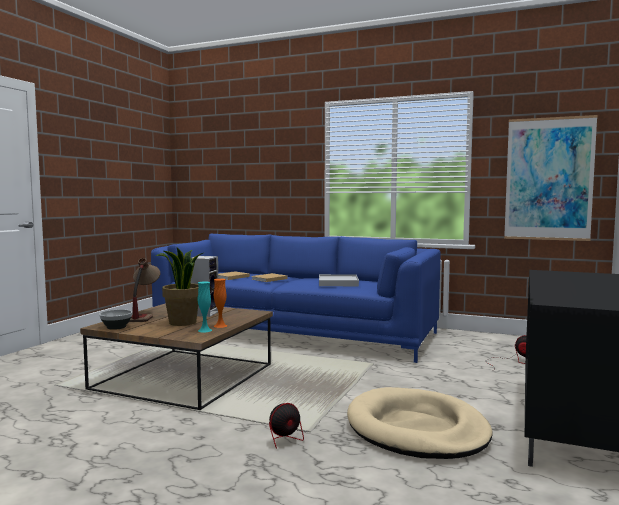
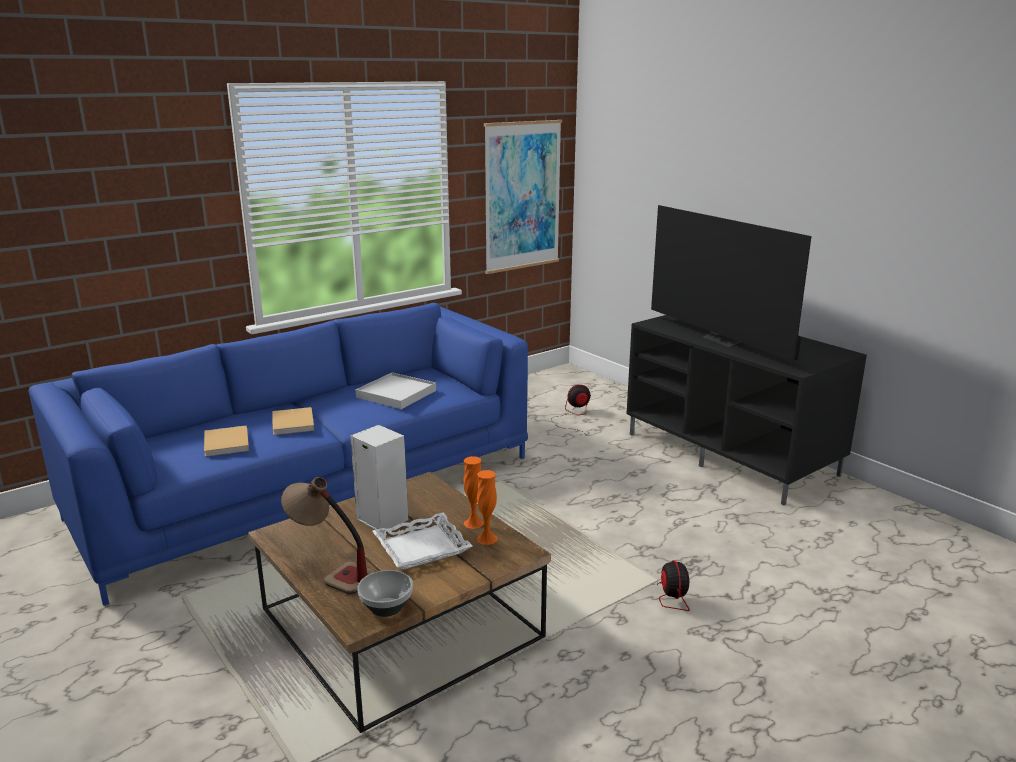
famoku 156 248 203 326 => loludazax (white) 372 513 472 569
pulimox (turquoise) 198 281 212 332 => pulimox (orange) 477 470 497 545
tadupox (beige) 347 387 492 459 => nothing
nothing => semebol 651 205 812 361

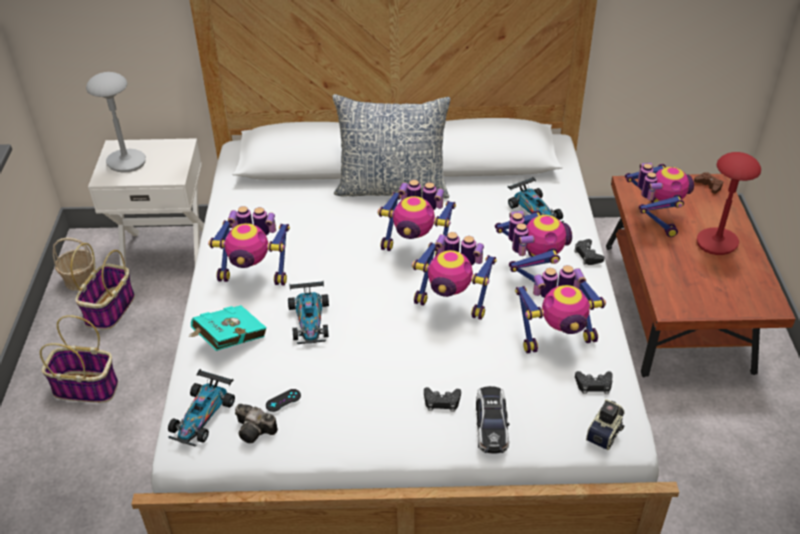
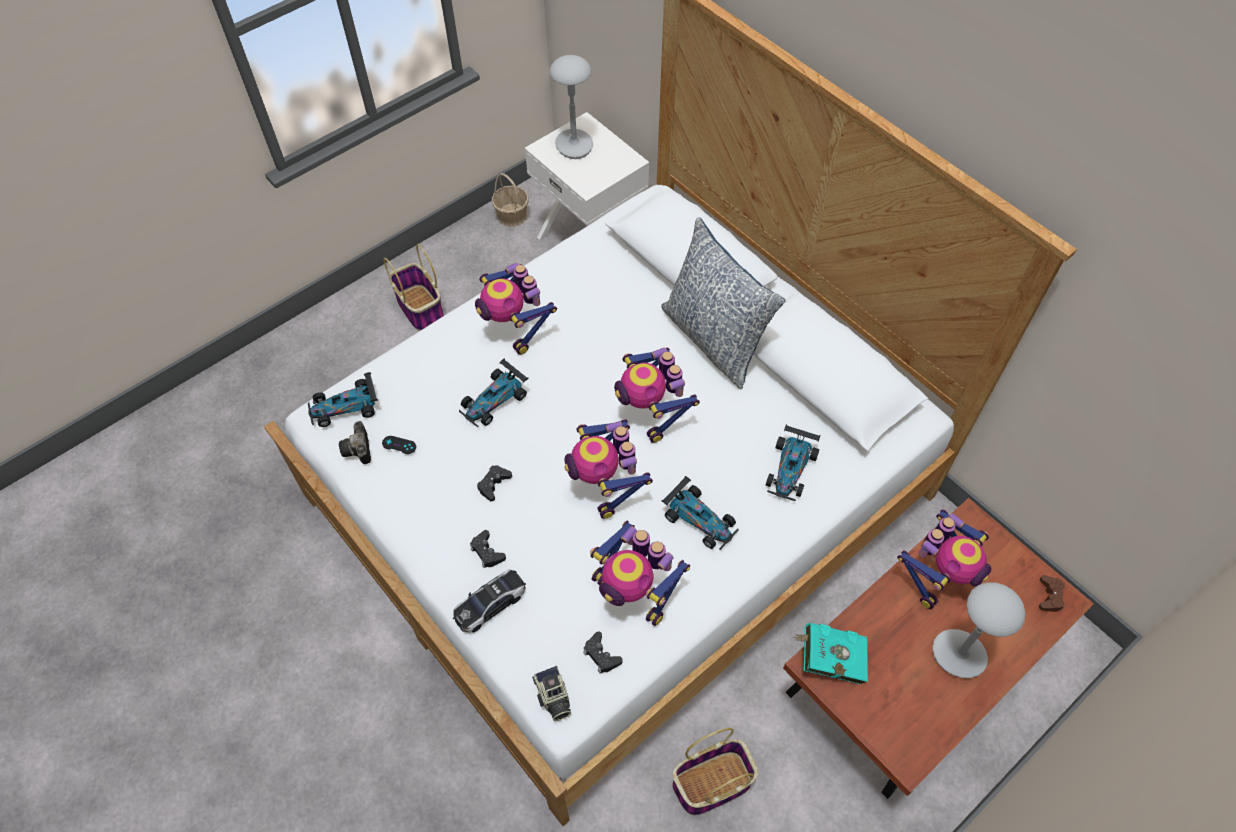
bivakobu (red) 697 152 761 255 => bivakobu (grey) 932 582 1026 678
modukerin 495 210 572 282 => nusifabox 661 476 739 550
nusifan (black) 574 239 605 265 => nusifan (black) 477 465 512 501, relocated
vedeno 71 243 135 329 => vedeno 672 728 758 815, relocated
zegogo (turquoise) 189 305 267 351 => zegogo (turquoise) 794 623 868 684, relocated
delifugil 586 399 624 450 => delifugil 532 666 571 721, 75 degrees clockwise

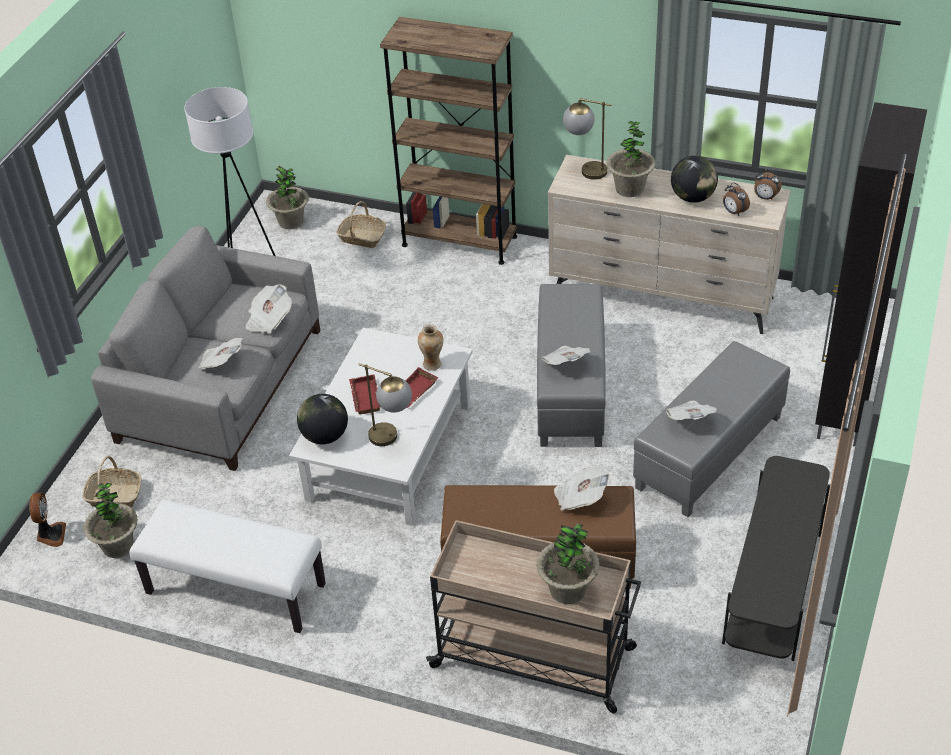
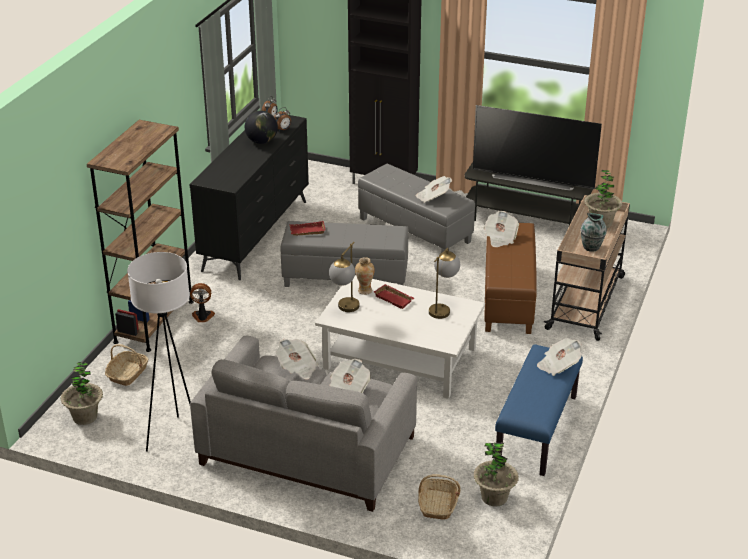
bivakobu 563 98 611 180 => bivakobu 329 242 359 312, relocated
famoku 606 121 656 197 => nothing
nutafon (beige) 548 155 791 334 => nutafon (black) 189 115 309 280
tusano 541 346 591 365 => tusano 537 338 582 376, relocated
loludazax (red) 349 374 381 414 => loludazax (red) 289 221 326 236, relocated
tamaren 297 394 348 444 => nothing
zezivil 29 493 66 547 => zezivil 190 283 215 322, relocated
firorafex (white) 129 500 326 633 => firorafex (blue) 495 344 583 476
nothing => semebol 473 105 602 191
nothing => pulimox 580 213 607 252

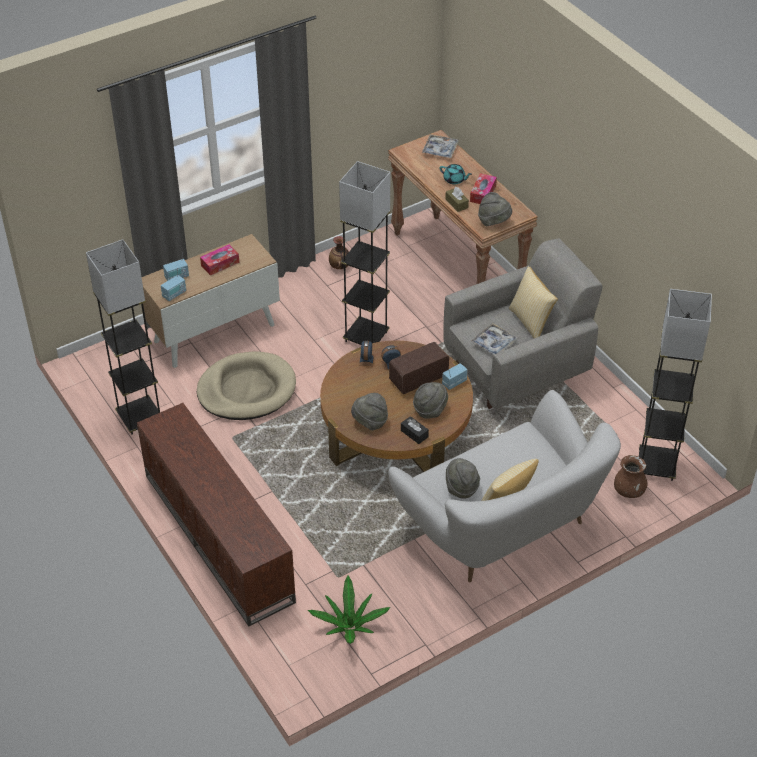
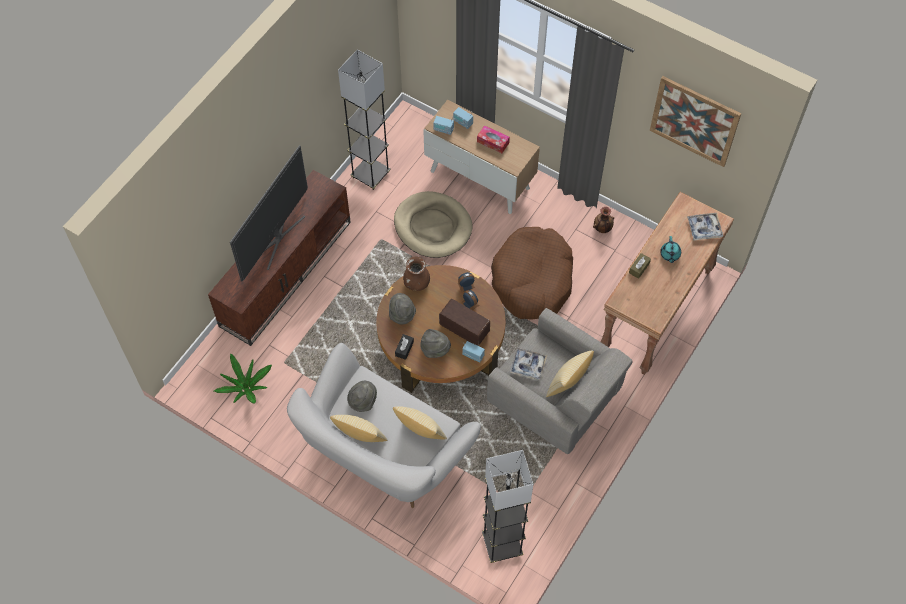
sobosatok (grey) 339 161 390 345 => tadupox (brown) 491 227 573 320
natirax 470 173 497 204 => nothing
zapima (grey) 478 192 512 226 => nothing
pulimox (brown) 614 455 648 498 => pulimox (brown) 403 256 430 291, relocated
nothing => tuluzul 650 76 741 167
nothing => semebol 230 145 308 281
nothing => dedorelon 393 406 447 439

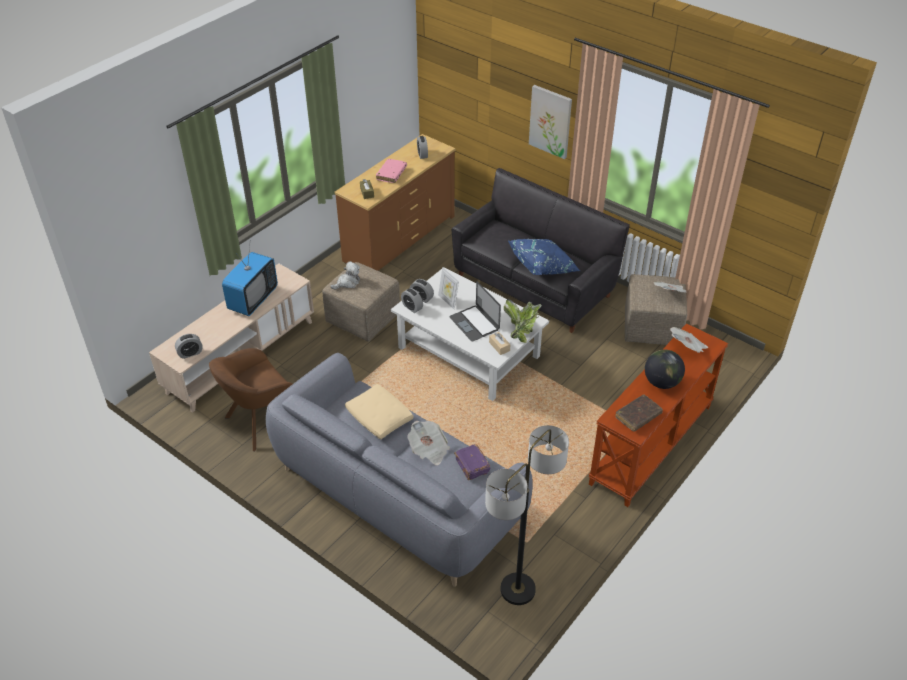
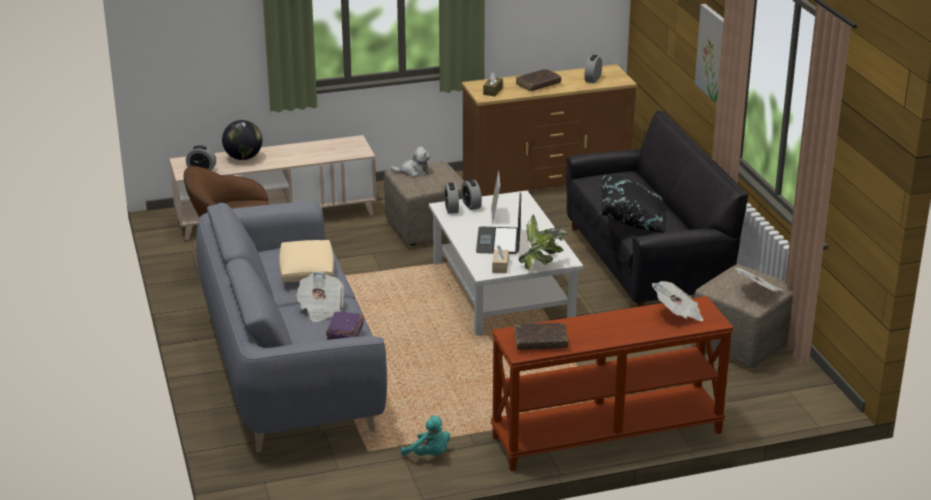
zegogo (pink) 376 159 407 183 => zegogo (brown) 516 69 561 91
dedorelon (blue) 508 239 580 275 => dedorelon (black) 602 175 666 233
semebol 222 245 278 316 => nothing
tamaren 645 350 685 389 => tamaren 222 120 262 160, relocated
sobosatok 485 425 569 605 => nothing
nothing => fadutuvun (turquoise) 401 416 450 456

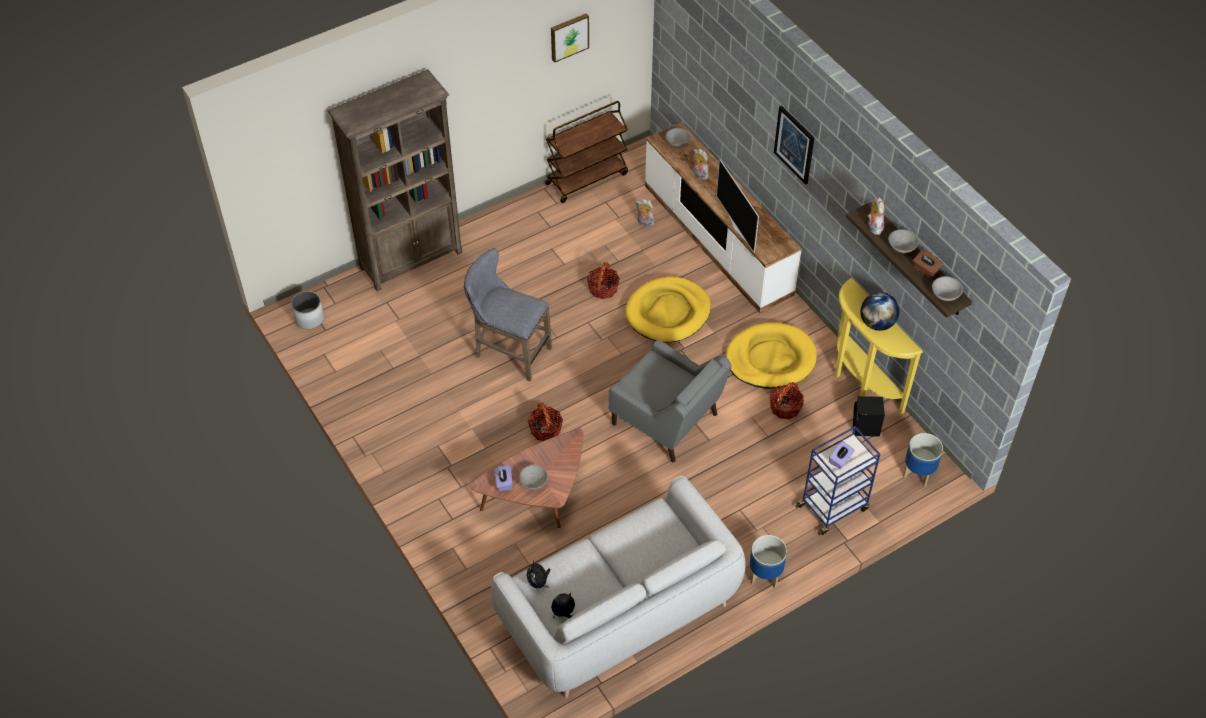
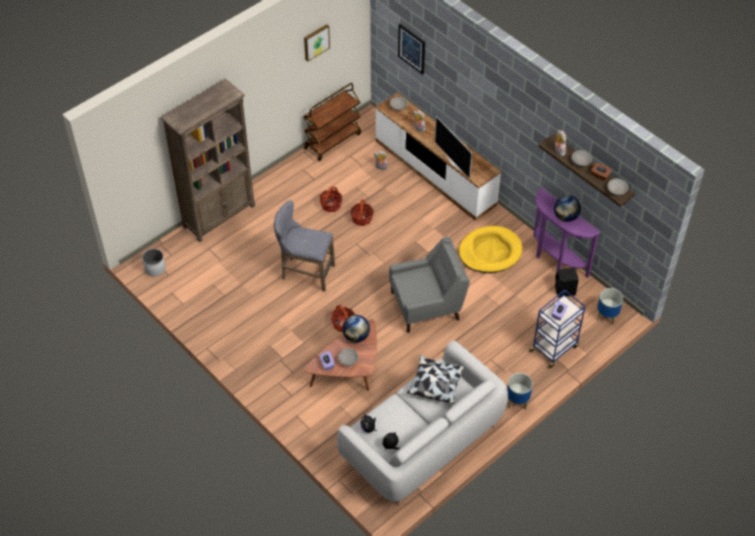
tuluzul 774 105 815 185 => tuluzul 398 24 425 75, relocated
tadupox (yellow) 625 277 711 342 => nothing
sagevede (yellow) 835 278 923 414 => sagevede (purple) 533 188 600 278
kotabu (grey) 609 340 732 462 => kotabu (grey) 389 237 470 333, 45 degrees counterclockwise
vedeno 770 382 804 419 => vedeno 319 186 342 212, relocated
nothing => tamaren 342 315 370 343
nothing => dedorelon 407 355 464 404

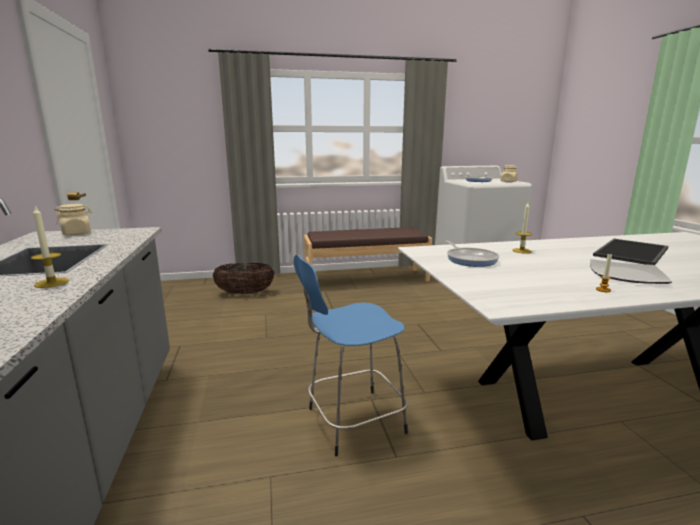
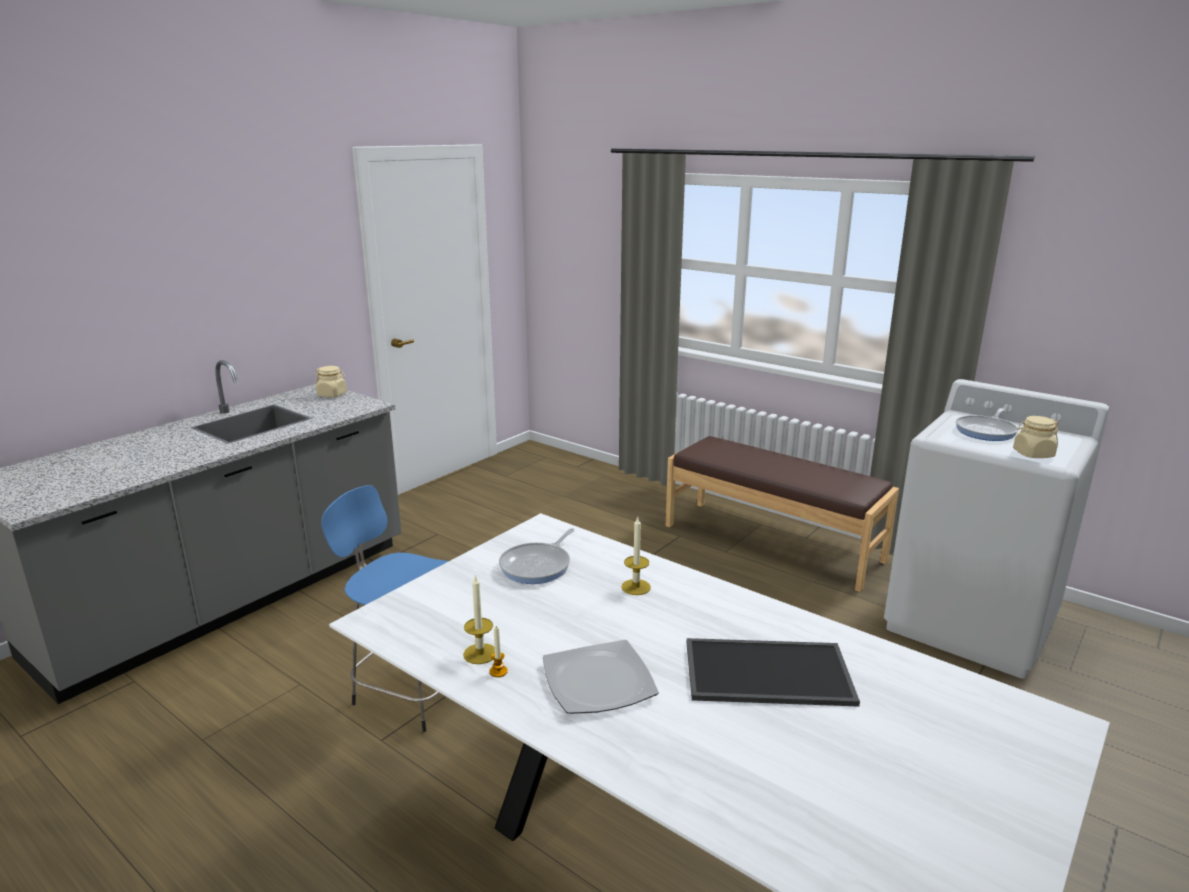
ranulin 31 206 69 288 => ranulin 463 575 495 664, relocated
vedeno 212 263 274 294 => nothing

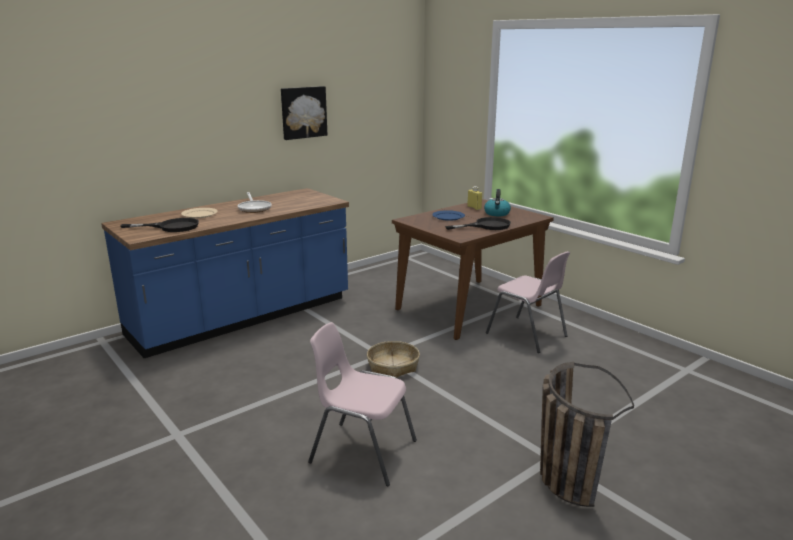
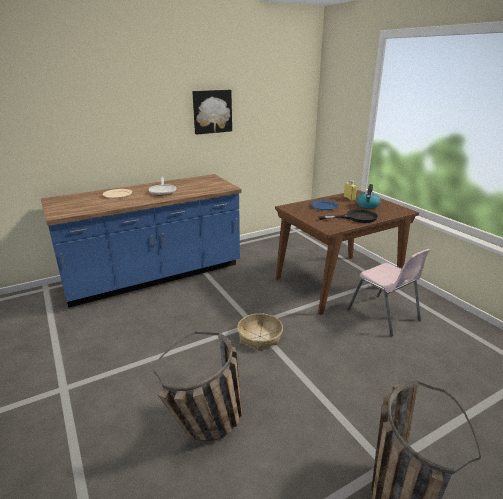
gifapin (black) 120 218 199 232 => nothing
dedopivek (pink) 308 322 417 486 => vedeno 153 332 242 441

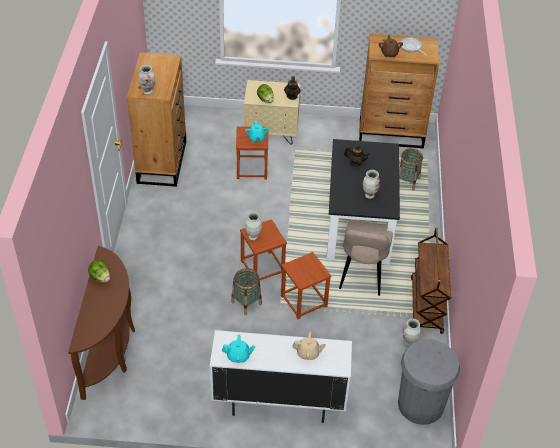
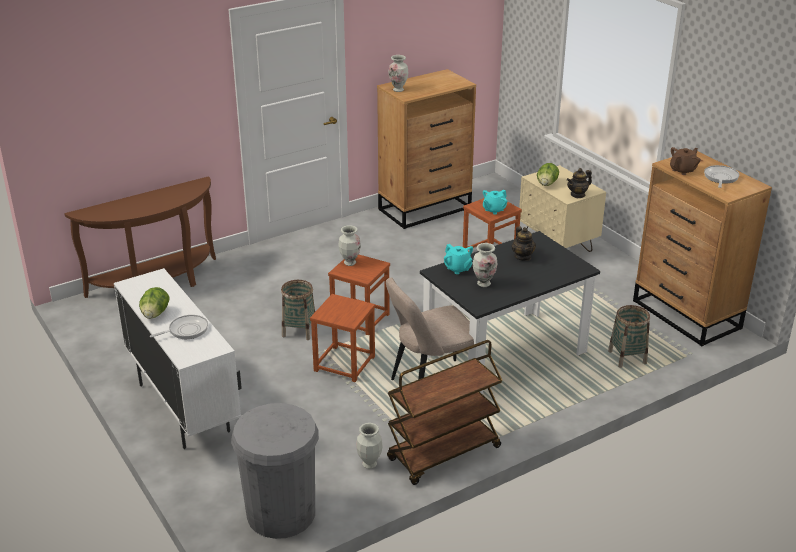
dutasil 88 259 110 282 => dutasil 139 287 170 319, relocated
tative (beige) 292 332 326 360 => gifapin 150 315 208 339
tative (turquoise) 222 334 255 363 => tative (turquoise) 444 244 473 274, relocated

